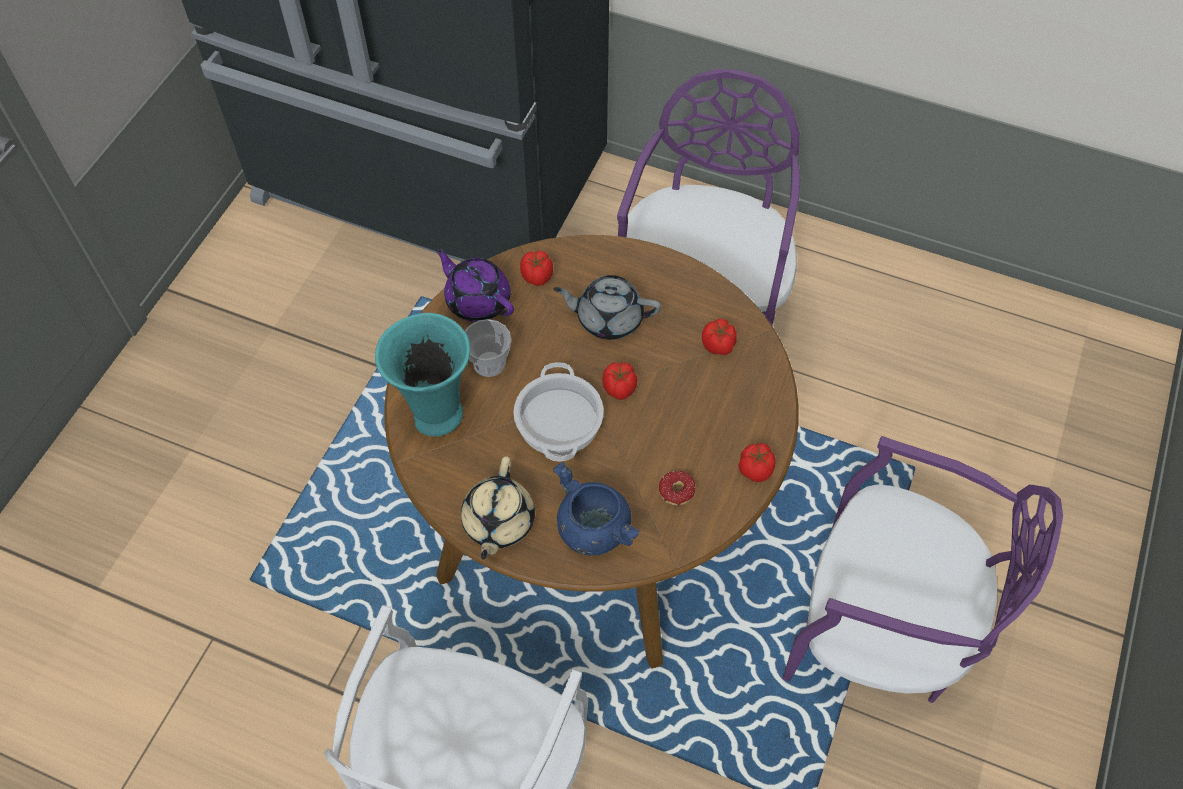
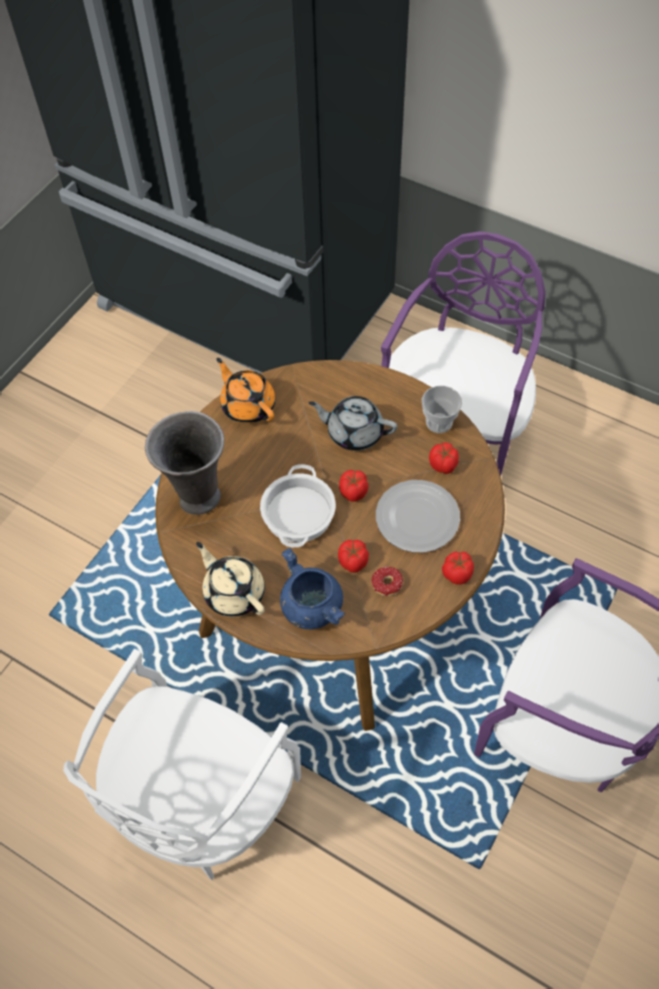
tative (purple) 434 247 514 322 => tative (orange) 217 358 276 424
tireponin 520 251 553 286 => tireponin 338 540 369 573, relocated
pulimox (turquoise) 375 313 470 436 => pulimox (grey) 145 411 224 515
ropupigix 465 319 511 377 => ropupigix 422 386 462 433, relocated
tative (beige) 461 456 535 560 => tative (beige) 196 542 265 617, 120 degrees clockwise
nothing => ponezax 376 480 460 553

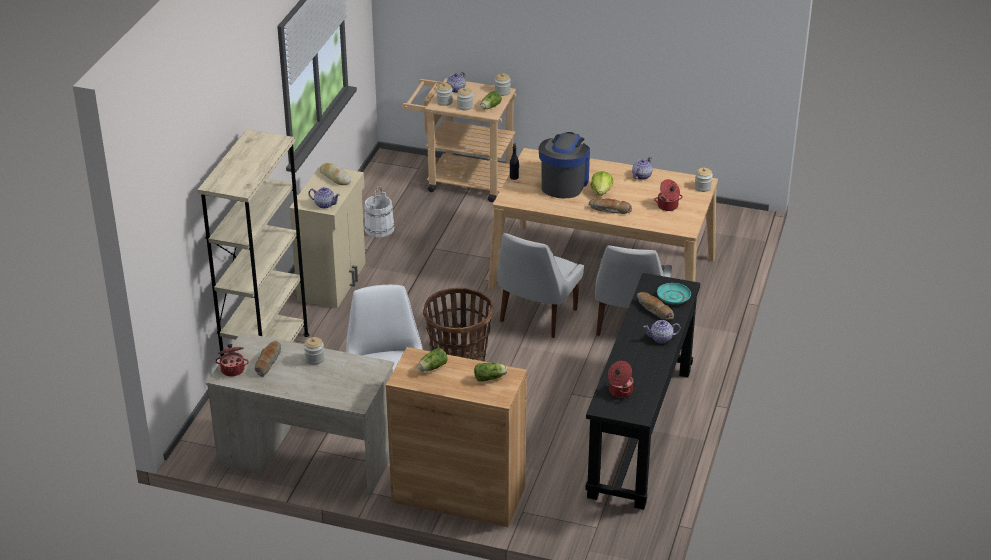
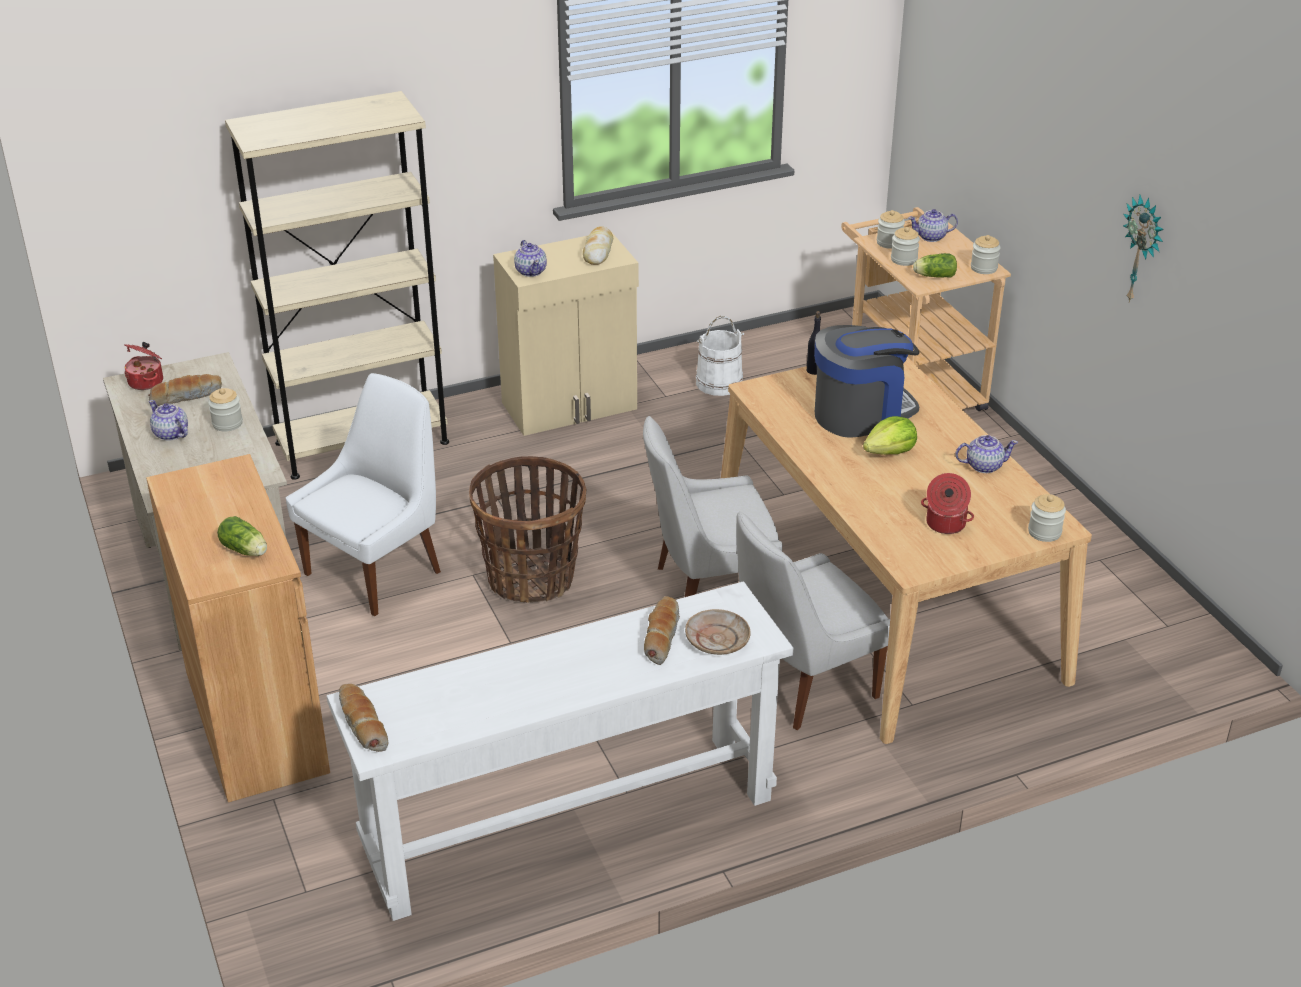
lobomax 589 198 632 214 => lobomax 339 684 388 752, relocated
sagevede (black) 585 273 700 510 => sagevede (white) 327 581 793 921
ponezax (turquoise) 657 283 691 304 => ponezax (beige) 685 609 751 655
tative 643 320 681 344 => tative 149 400 188 441, relocated
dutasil 417 348 448 372 => nothing
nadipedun 608 361 634 398 => nothing
nothing => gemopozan 1123 195 1164 303

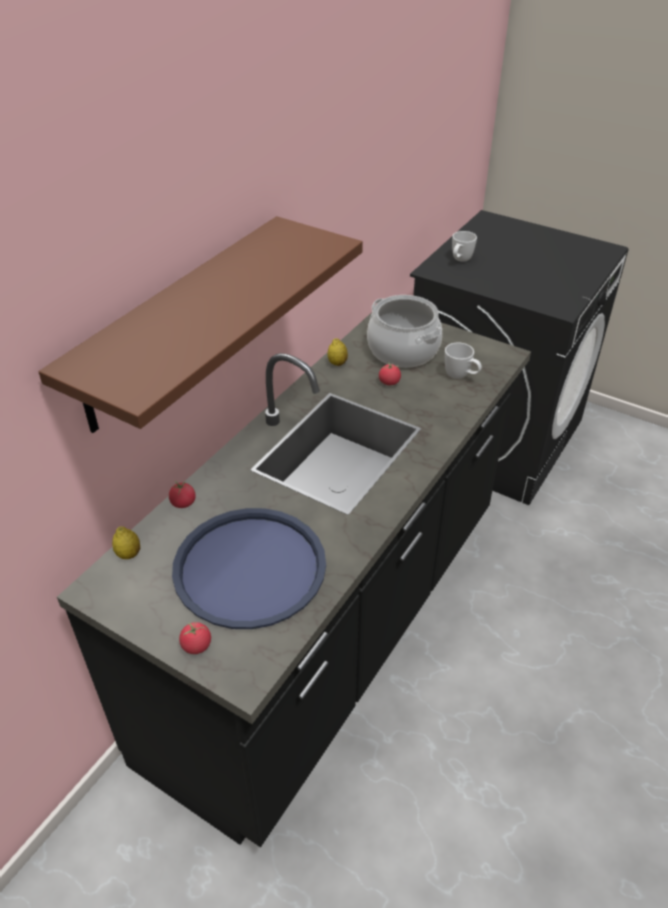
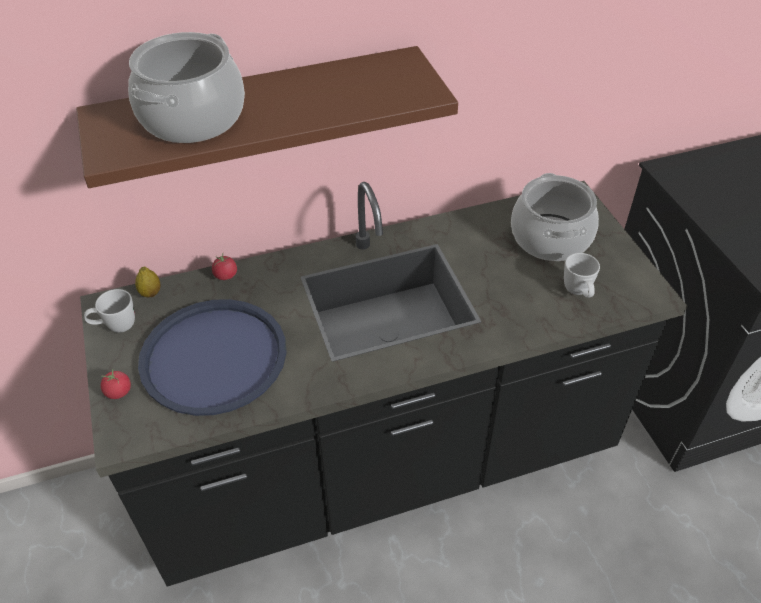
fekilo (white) 452 231 477 262 => fekilo (white) 84 289 135 333, relocated
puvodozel 328 338 348 366 => nothing
tireponin 379 362 401 385 => nothing
nothing => nadipedun 128 32 245 143

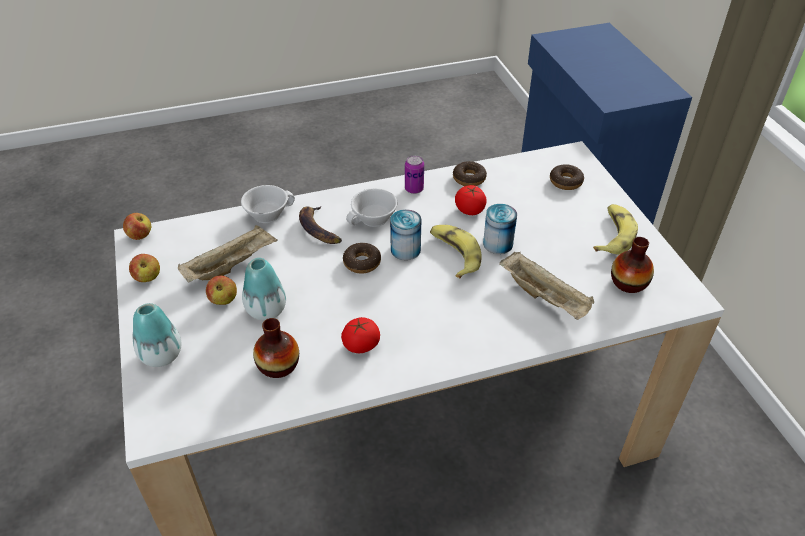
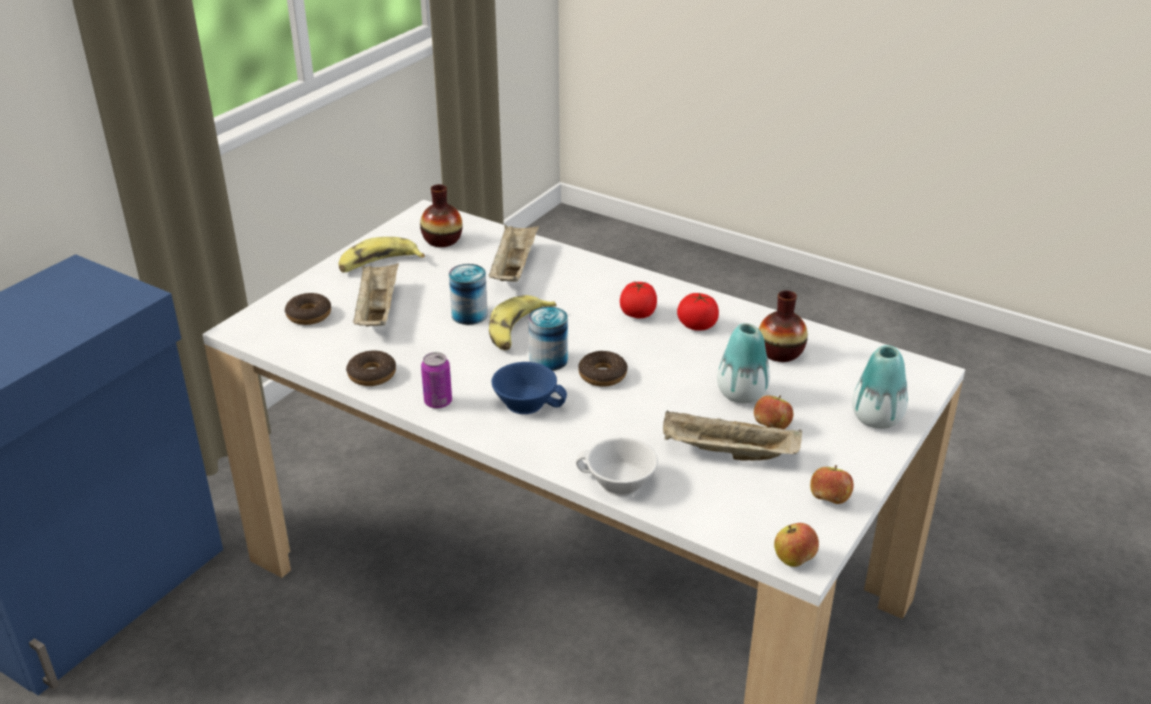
tireponin 455 185 487 215 => tireponin 620 281 657 318, relocated
ropupigix (white) 346 188 397 227 => ropupigix (blue) 491 362 567 414
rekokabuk 299 206 342 244 => nothing
nothing => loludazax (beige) 353 263 399 327

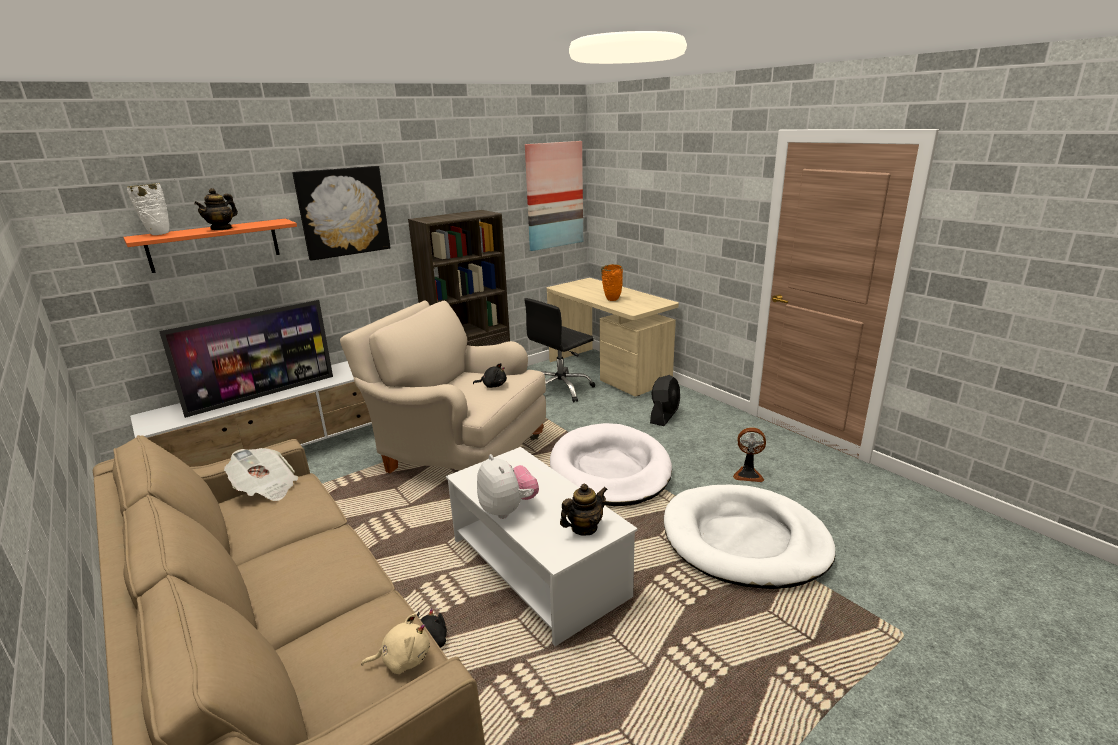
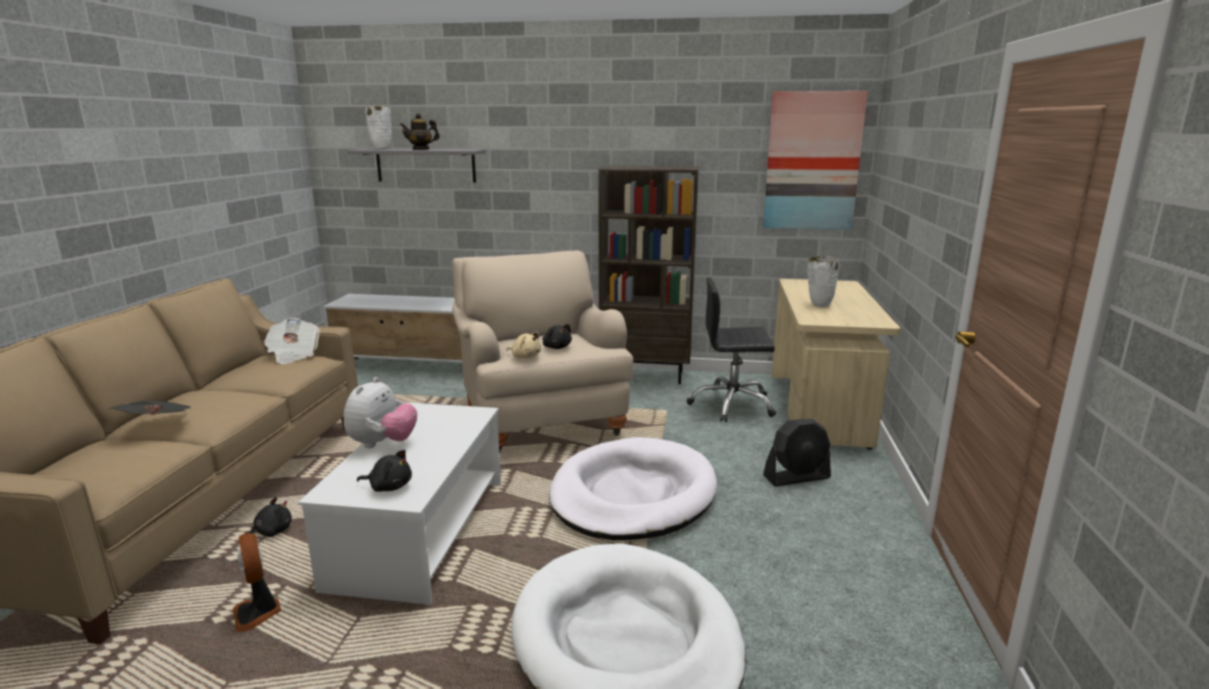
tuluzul 292 166 391 261 => nothing
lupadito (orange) 123 219 297 273 => lupadito (grey) 347 149 486 183
pulimox (orange) 601 264 623 301 => pulimox (white) 807 256 838 307
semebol 159 300 333 418 => nothing
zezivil 733 427 766 482 => zezivil 233 533 281 632, relocated
tative 560 484 608 535 => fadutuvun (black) 357 450 412 492
fadutuvun (beige) 361 613 430 674 => fadutuvun (beige) 506 331 541 358, relocated
nothing => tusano 107 401 192 415

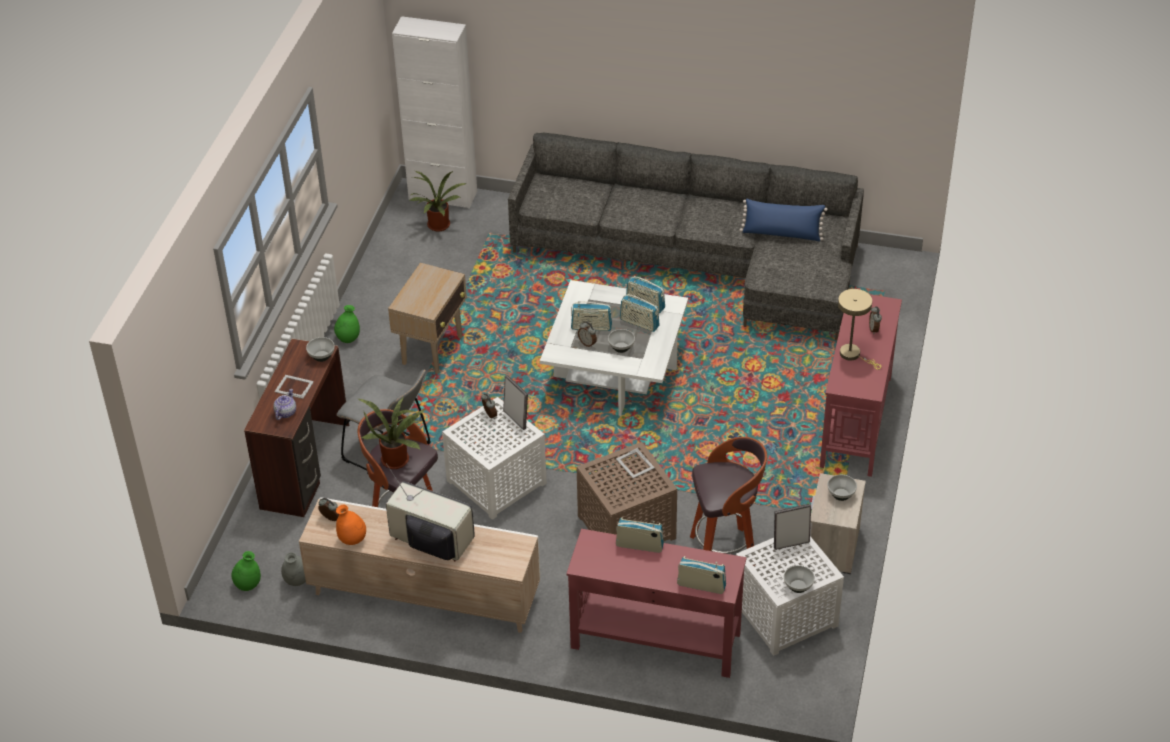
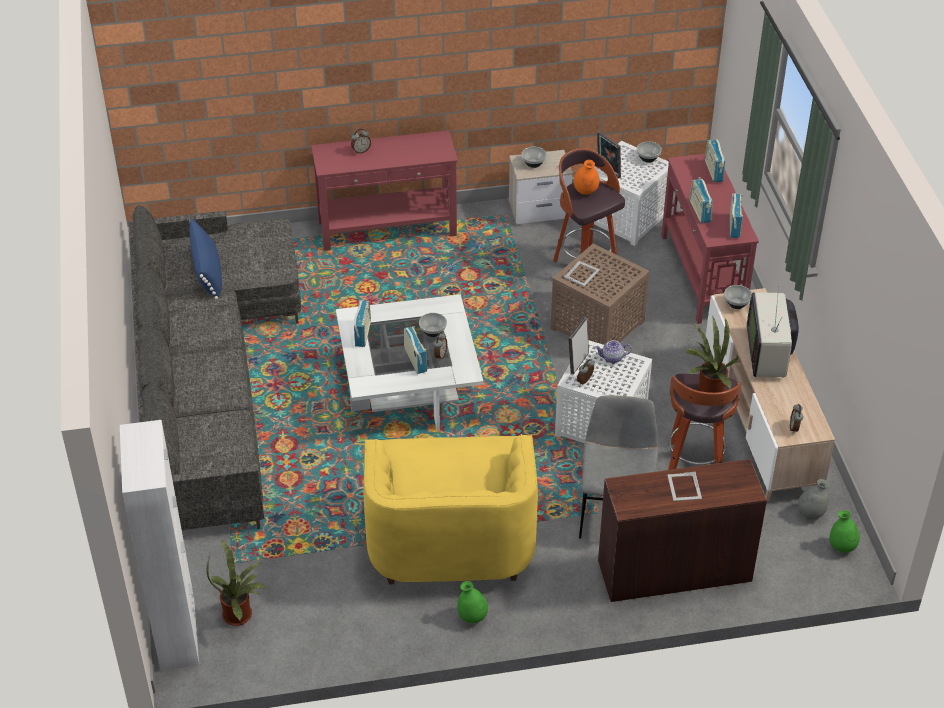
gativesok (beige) 388 263 467 374 => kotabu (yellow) 364 434 538 584
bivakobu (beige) 838 289 881 370 => nothing
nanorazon 620 294 660 332 => nanorazon 729 193 743 238, relocated
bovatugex 306 337 335 362 => bovatugex 724 285 752 309, relocated
tative 273 389 296 420 => tative 595 340 632 363, relocated
pulimox (orange) 336 505 366 545 => pulimox (orange) 574 160 599 195, relocated

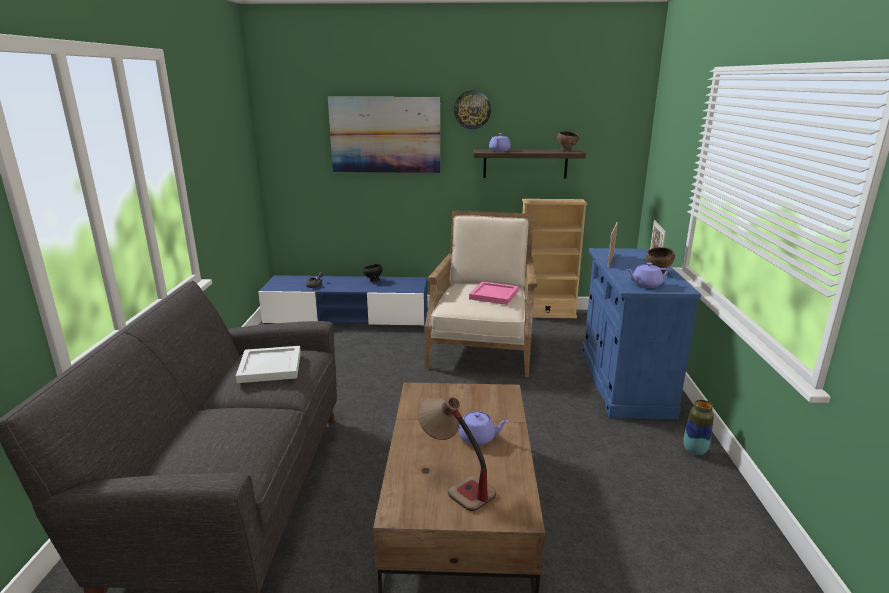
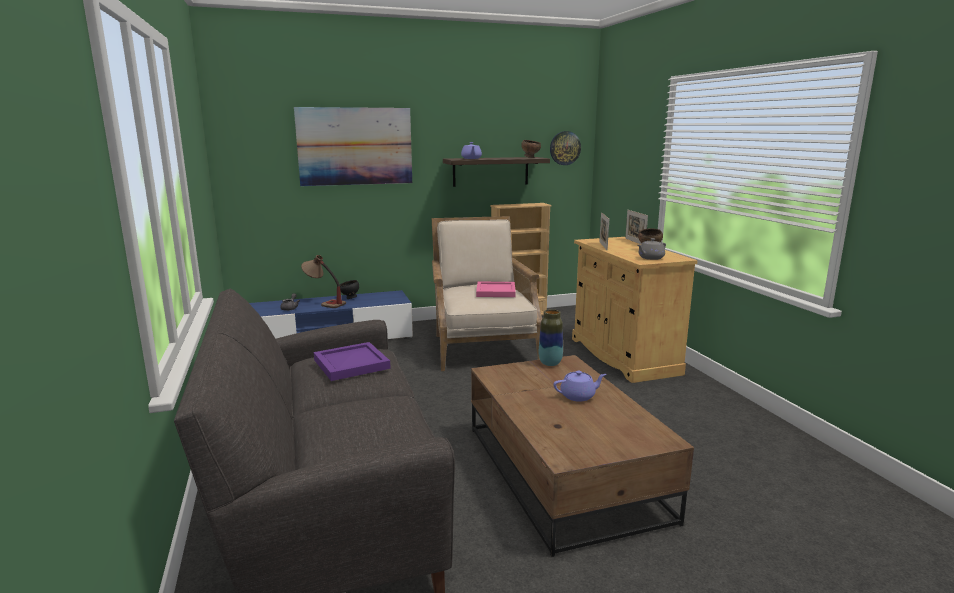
gemopozan 454 90 491 129 => gemopozan 550 131 581 165, relocated
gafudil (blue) 582 248 701 419 => gafudil (beige) 572 237 698 383
tative (purple) 626 262 669 288 => tative (grey) 638 238 666 260
loludazax (white) 236 346 301 383 => loludazax (purple) 314 342 391 381
bivakobu 418 397 496 511 => bivakobu 301 255 346 308, relocated
pulimox 683 400 714 455 => pulimox 539 309 563 366, relocated

